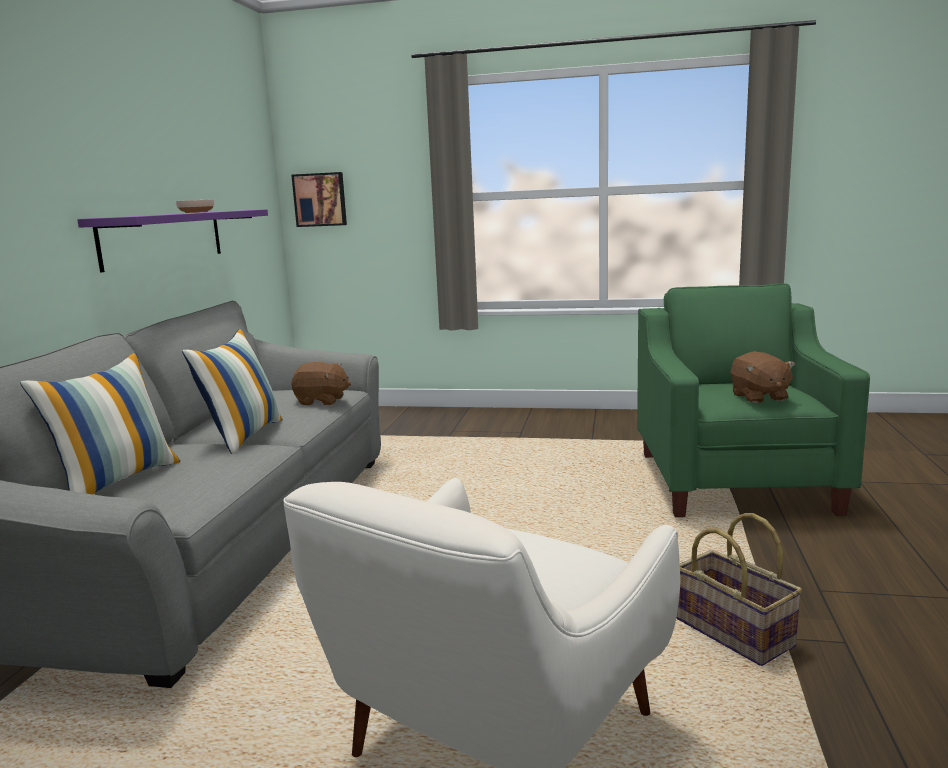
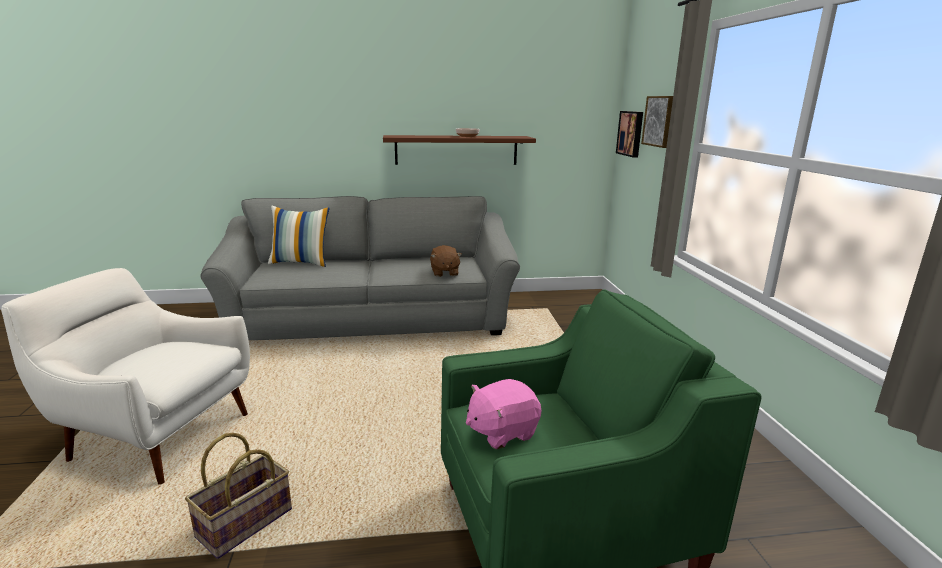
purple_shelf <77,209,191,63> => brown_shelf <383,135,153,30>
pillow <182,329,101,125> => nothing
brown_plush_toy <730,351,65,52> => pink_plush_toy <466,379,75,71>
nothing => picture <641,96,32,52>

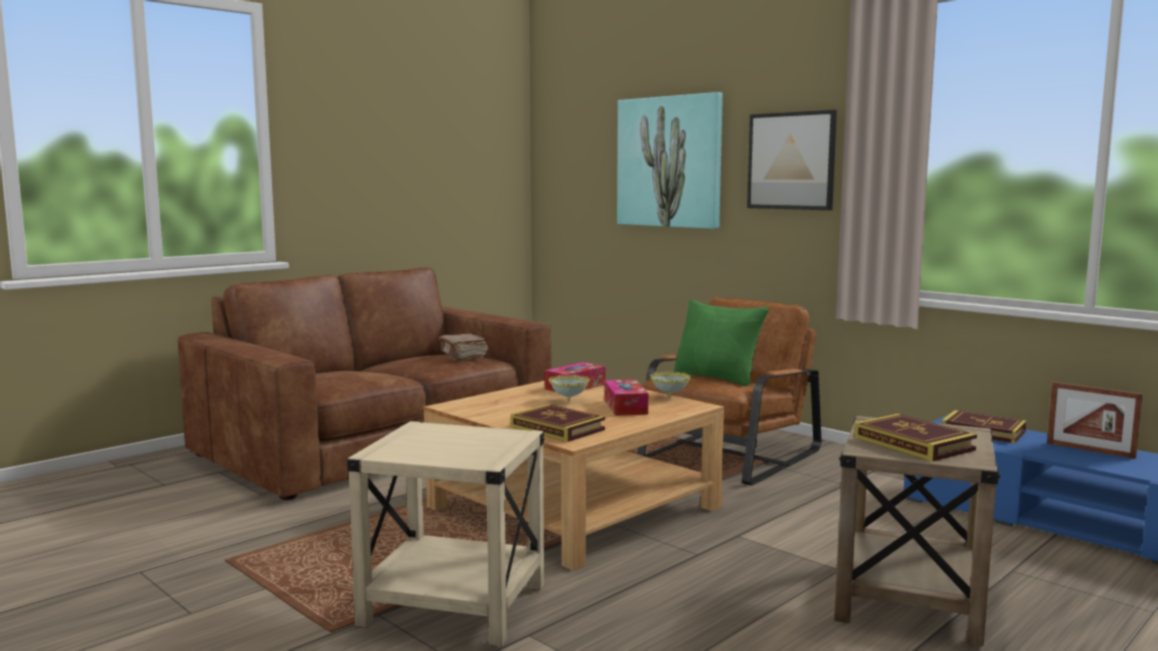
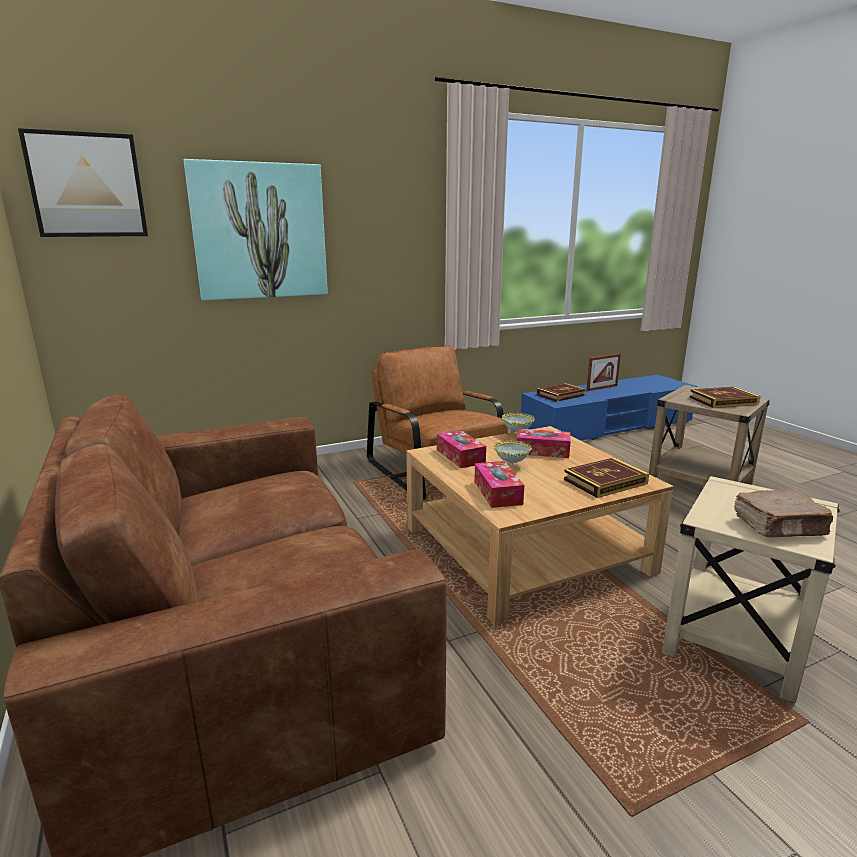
brown_book <439,334,49,26> => brown_book <734,488,99,49>, shifted
green_pillow <674,299,95,87> => nothing
picture <747,110,90,100> => picture <18,128,130,109>, shifted
nothing => tissue_box <474,461,50,47>

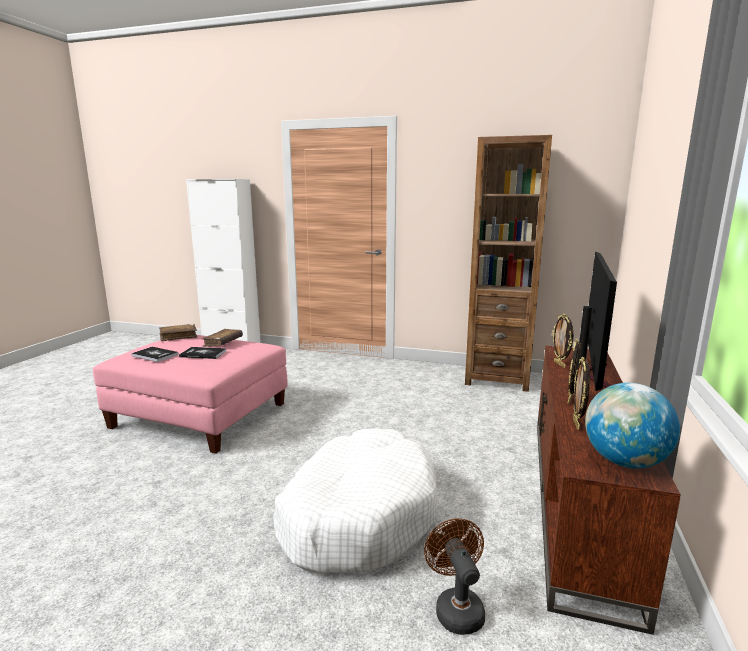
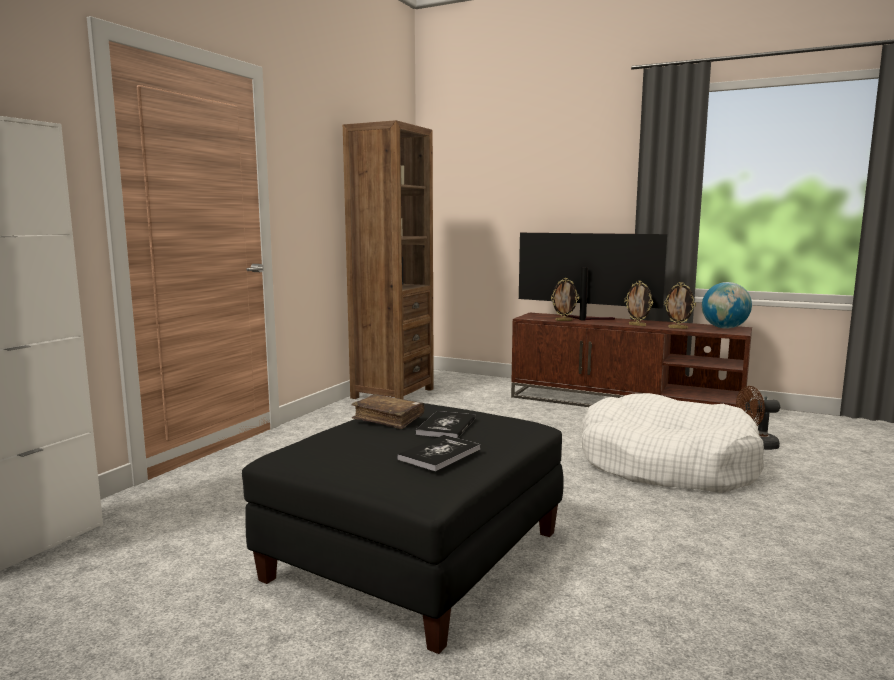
pink_ottoman <93,335,194,119> => black_ottoman <242,403,322,251>
brown_book <159,324,38,17> => nothing

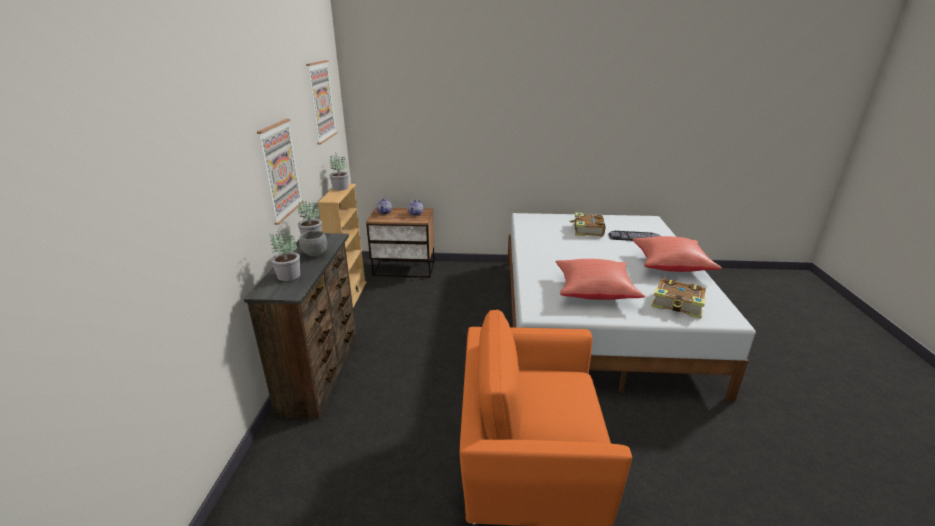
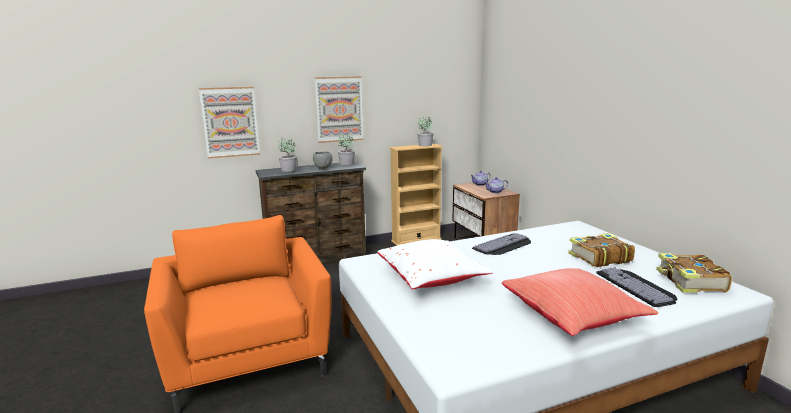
picture <306,60,31,84> => picture <199,87,61,72>, shifted
red_pillow <556,259,89,41> => white_pillow <377,239,116,50>
book <651,278,55,40> => book <656,253,76,40>, shifted
nothing => keyboard <472,233,59,22>

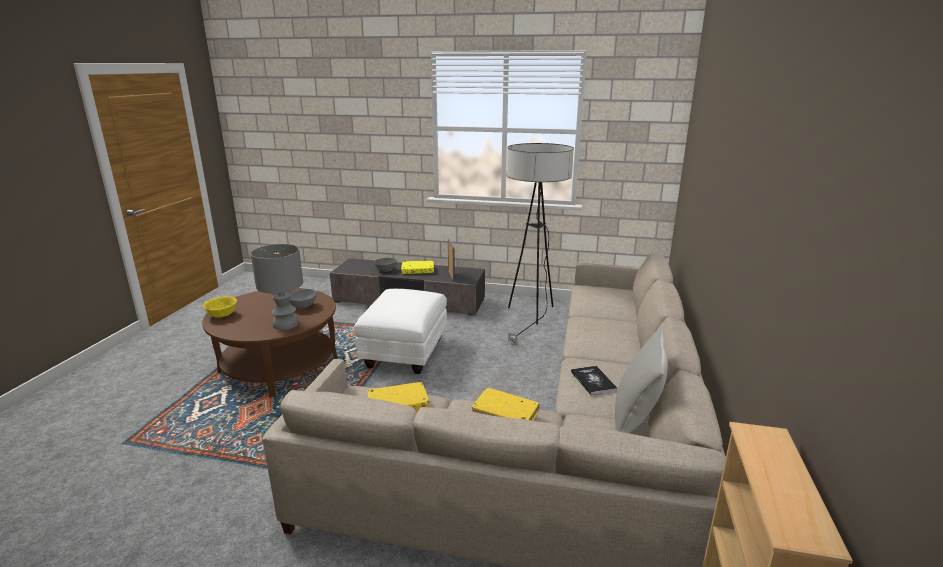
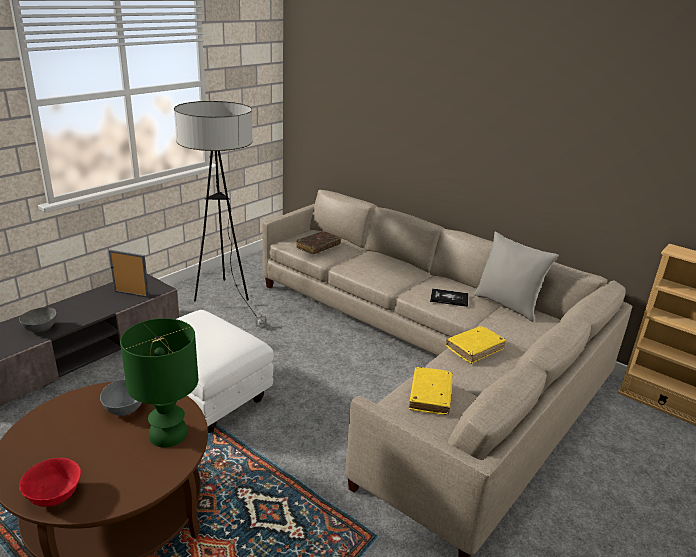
yellow_bowl <203,296,34,22> => red_bowl <20,458,61,49>
grey_table_lamp <251,244,52,86> => green_table_lamp <120,318,78,130>
yellow_book <401,261,33,13> => nothing
nothing => brown_book <296,231,45,23>

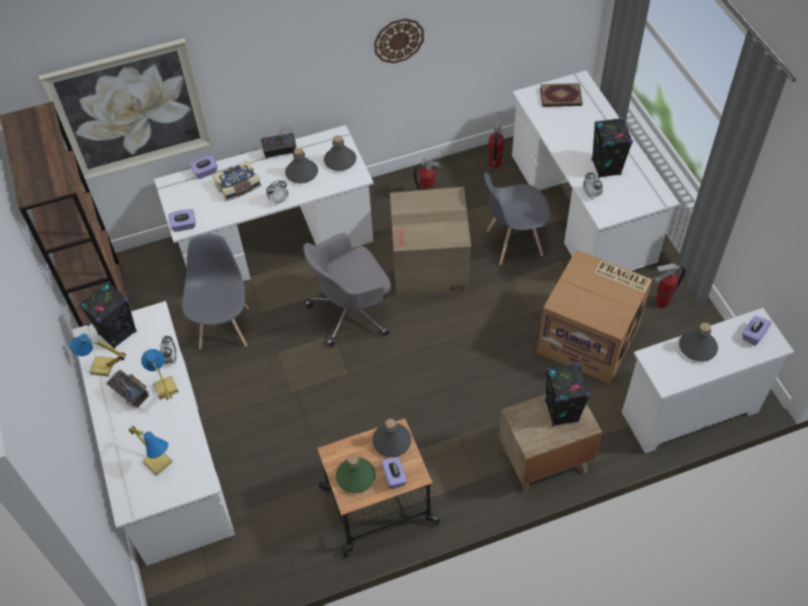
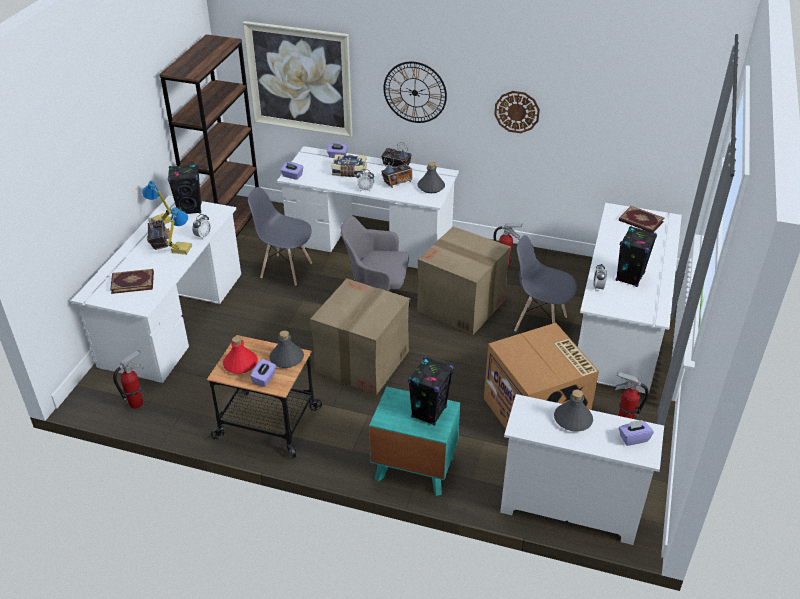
table_lamp <128,426,45,50> => book <110,269,44,25>
grey_chair <182,234,67,115> => grey_chair <248,187,64,98>, 105 degrees counterclockwise
grey_bottle <285,148,33,36> => radio <381,155,31,33>
green_bottle <336,454,40,40> => red_bottle <223,336,35,38>
fire_extinguisher <488,112,16,56> => fire_extinguisher <113,350,31,59>, shifted
brown_nightstand <499,395,103,100> => turquoise_nightstand <369,387,91,109>
nothing => cardboard_box <310,279,99,116>
nothing => wall_clock <384,62,63,61>

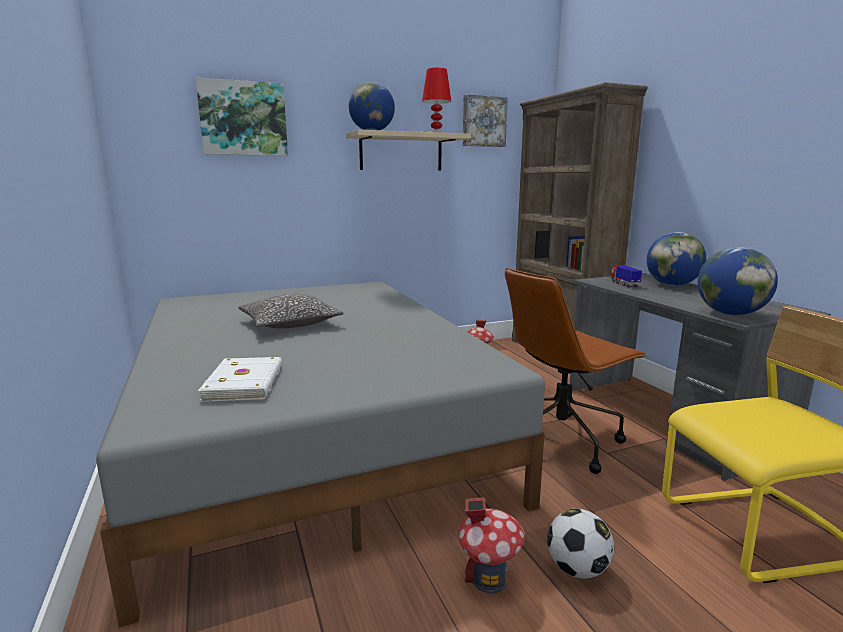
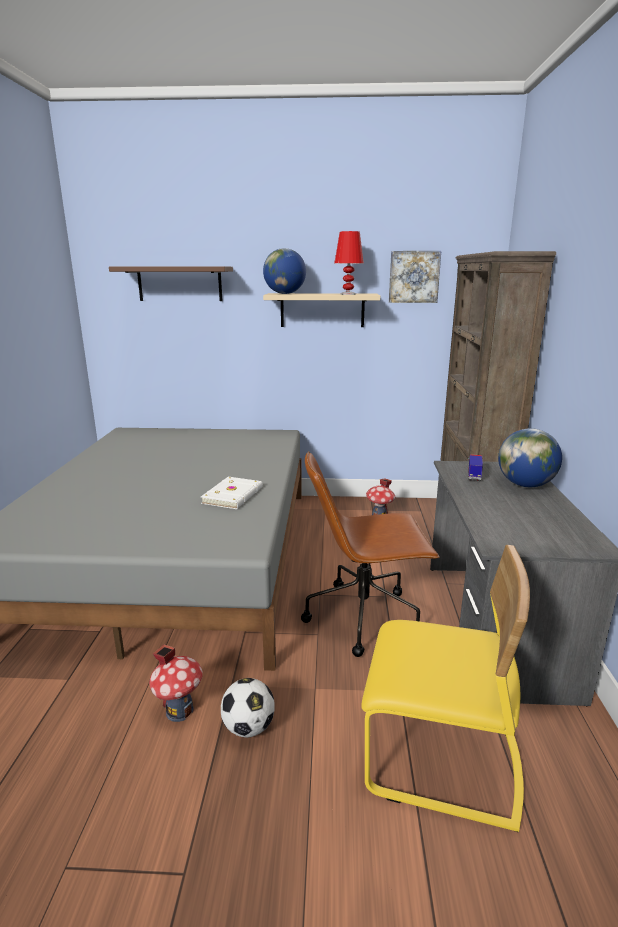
picture <196,77,92,79> => brown_shelf <109,266,124,35>
white_book <198,357,84,45> => white_book <201,477,62,32>, shifted
pillow <238,294,106,35> => nothing
globe <698,247,80,68> => nothing

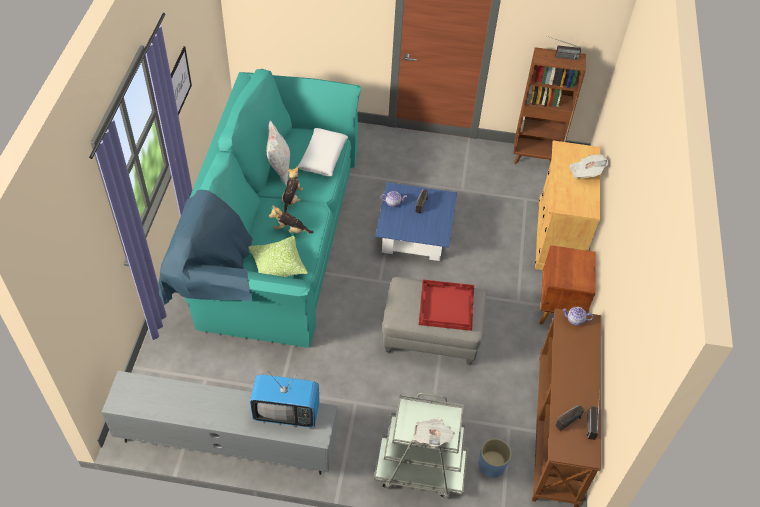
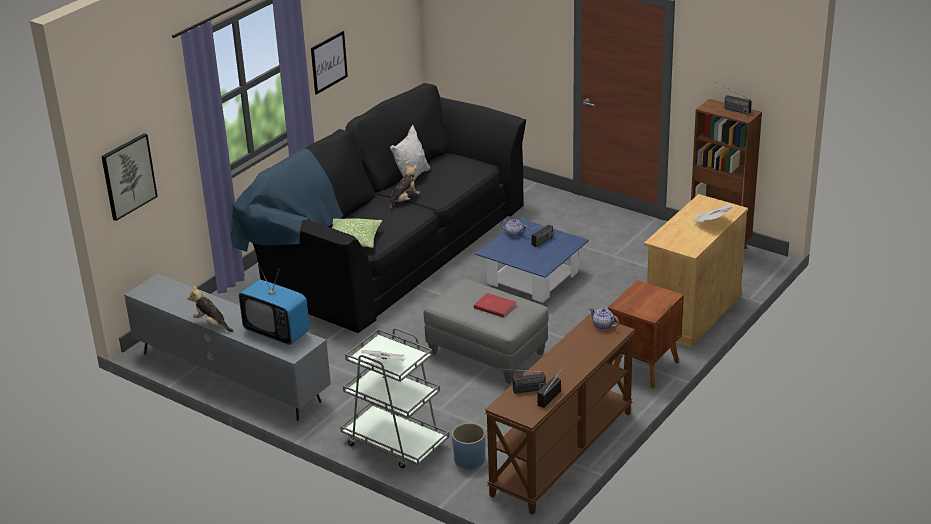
turquoise_sofa <158,69,203,279> => black_sofa <230,83,296,250>
plush_toy <269,205,45,28> => plush_toy <187,286,47,46>, shifted
white_pillow <297,128,51,49> => nothing
red_tray <419,280,55,51> => red_book <474,293,43,25>
nothing => picture <101,133,57,88>

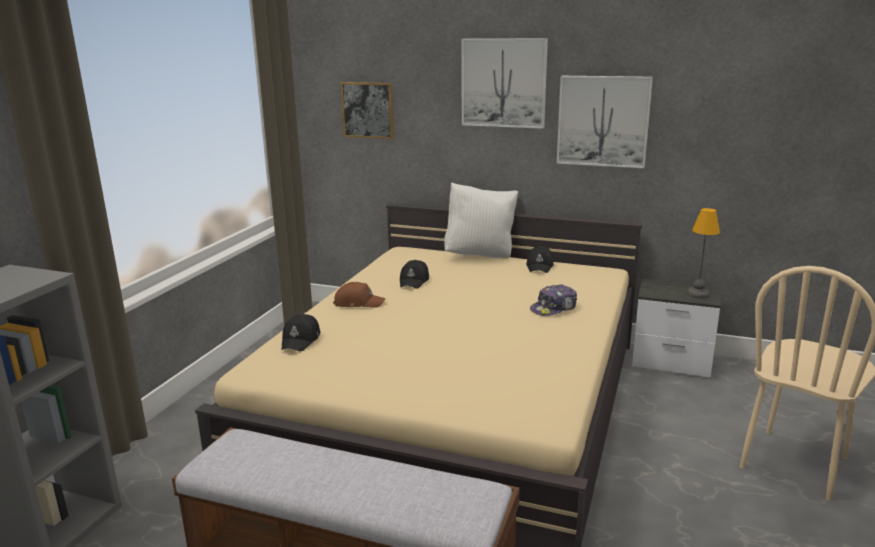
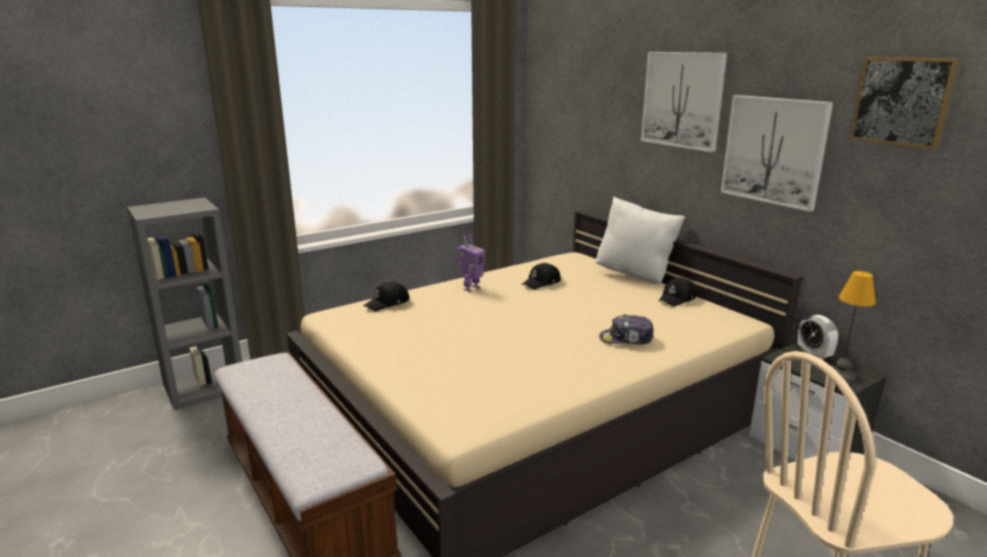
brown_cap <333,282,53,26> => toy_robot <457,234,28,58>
picture <341,82,53,57> => picture <849,57,110,92>, shifted
nothing => alarm_clock <797,315,41,44>

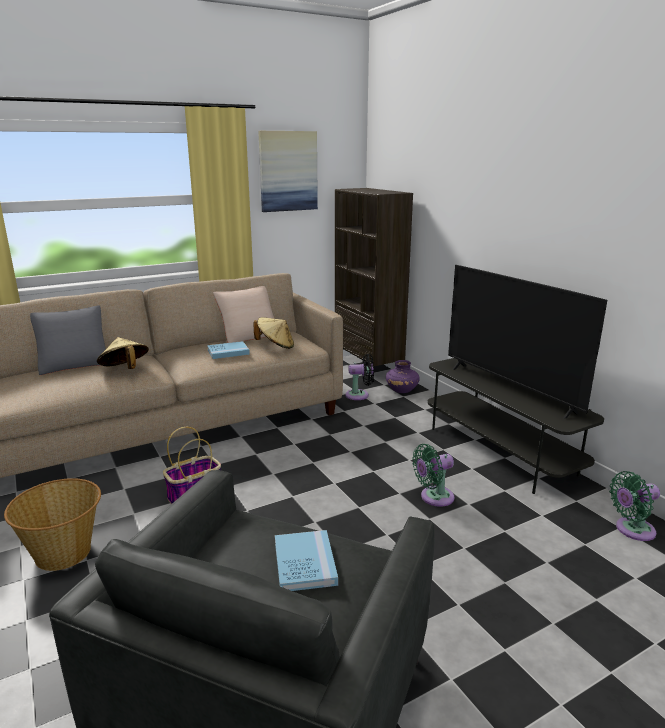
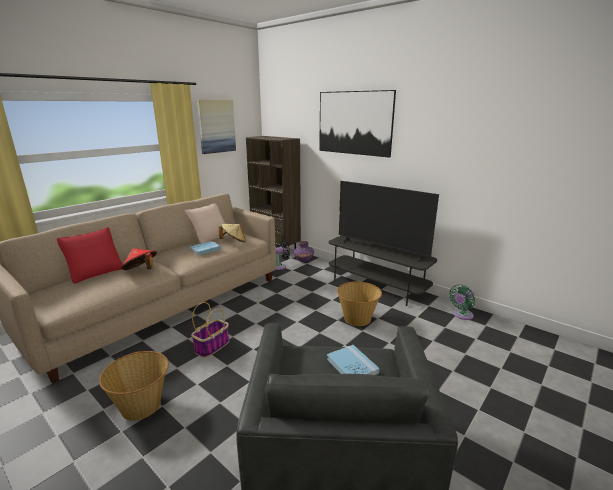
grey_pillow <30,305,76,70> => red_pillow <57,227,66,57>
beige_hat <97,337,52,32> => red_hat <121,248,36,22>
green_fan <412,444,42,63> => basket <337,281,45,45>
nothing => picture <319,90,77,68>

